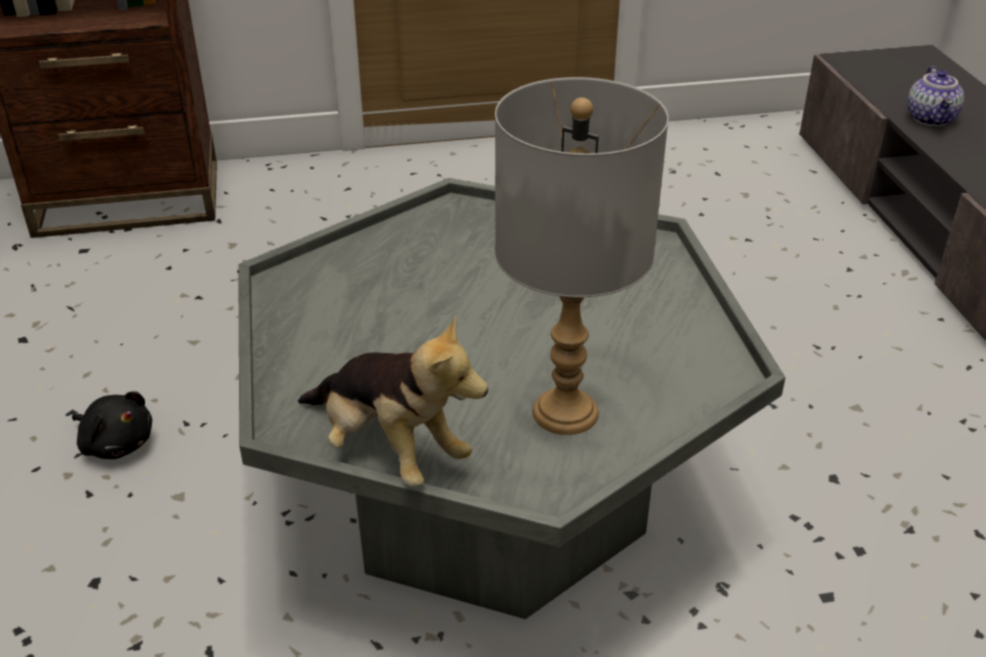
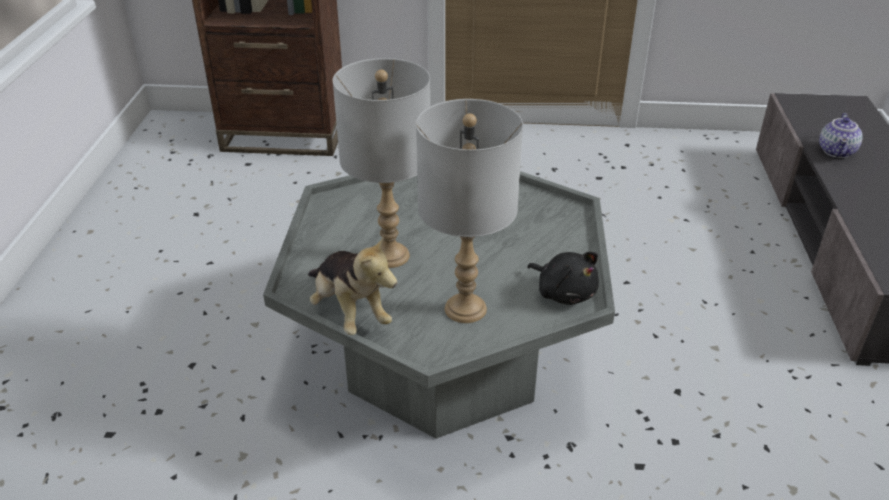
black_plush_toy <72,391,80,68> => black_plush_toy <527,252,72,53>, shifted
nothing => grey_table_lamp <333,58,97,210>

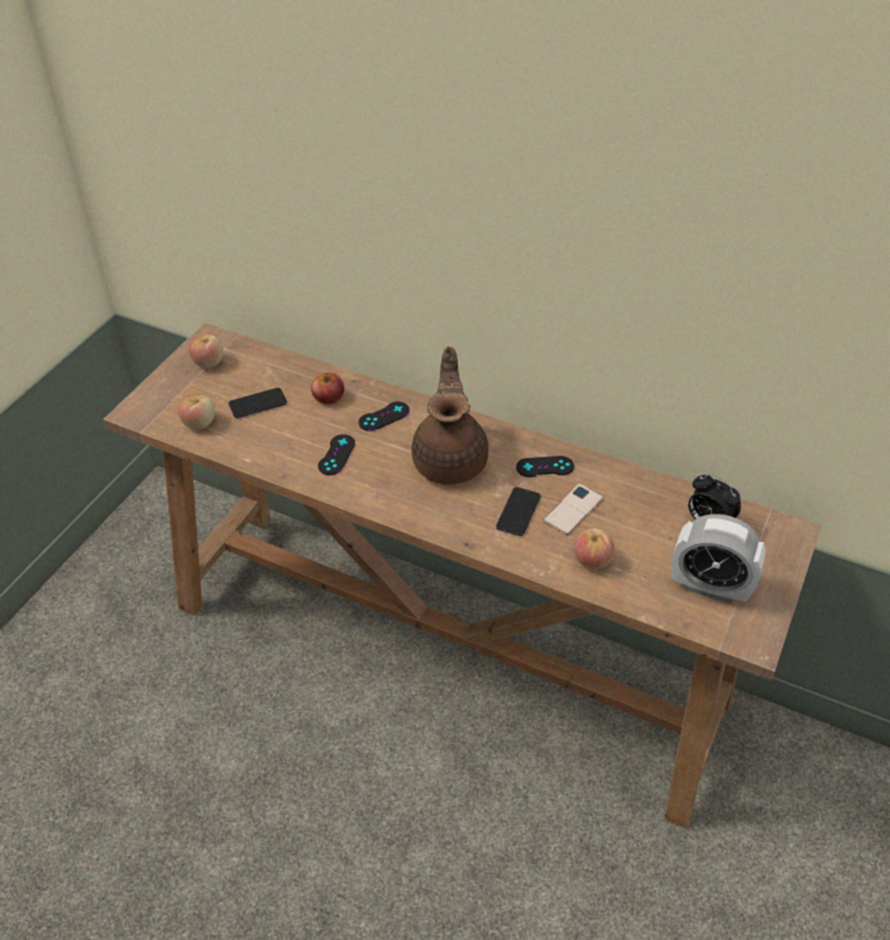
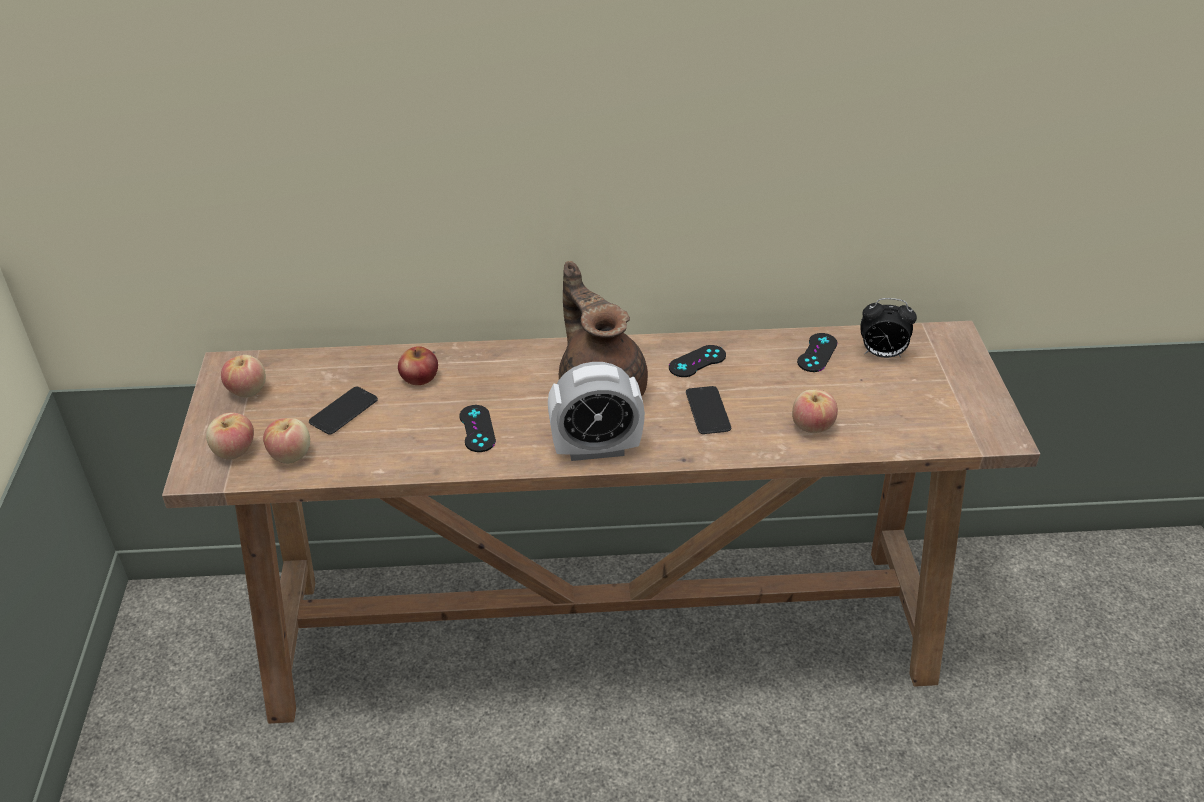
black_game_controller <358,401,52,30> => black_game_controller <797,333,40,39>, shifted
phone <543,484,60,51> => nothing
alarm_clock <671,514,95,90> => alarm_clock <548,362,97,99>, shifted
nothing => apple <206,413,48,47>

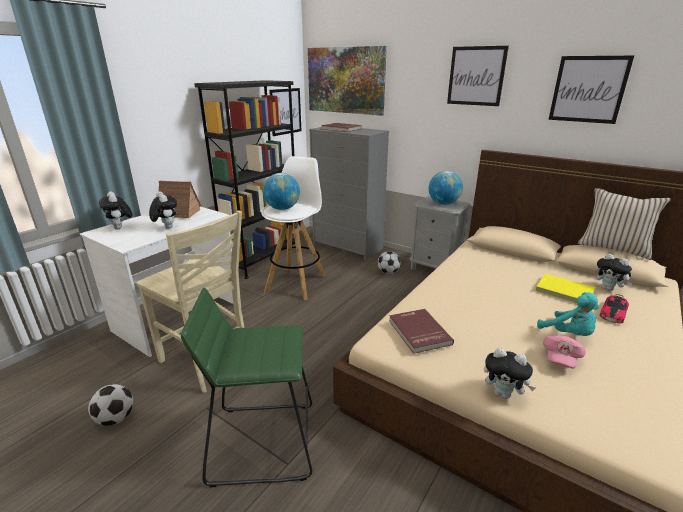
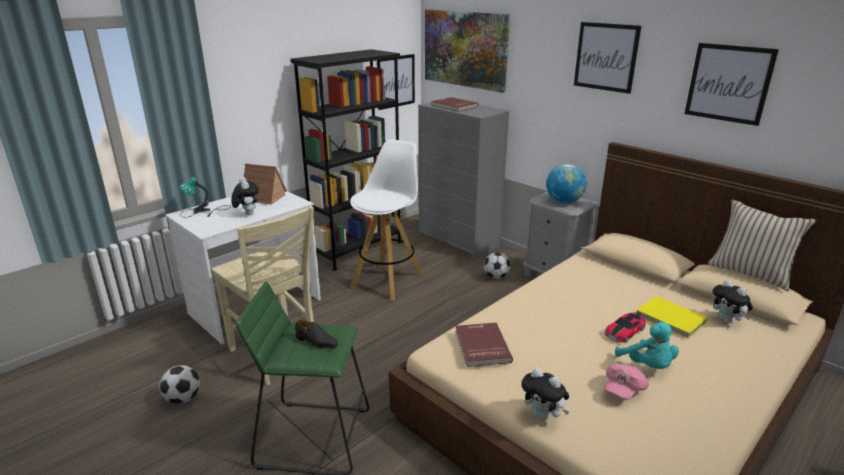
plush_toy <99,191,33,39> => table_lamp <179,177,52,41>
globe <263,173,37,37> => nothing
toy_car <599,294,30,29> => toy_car <605,312,40,31>, shifted
nothing => black_shoe <295,319,43,29>

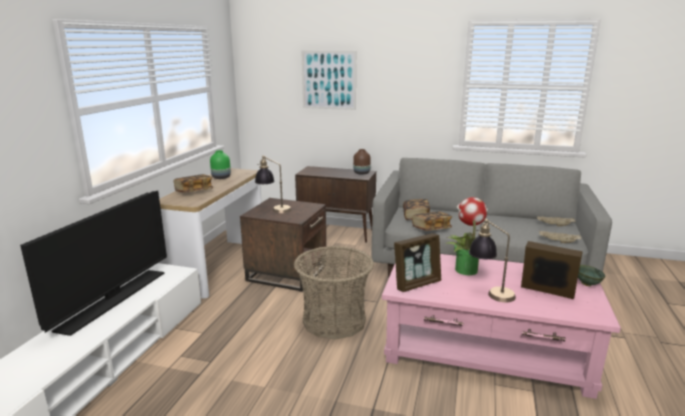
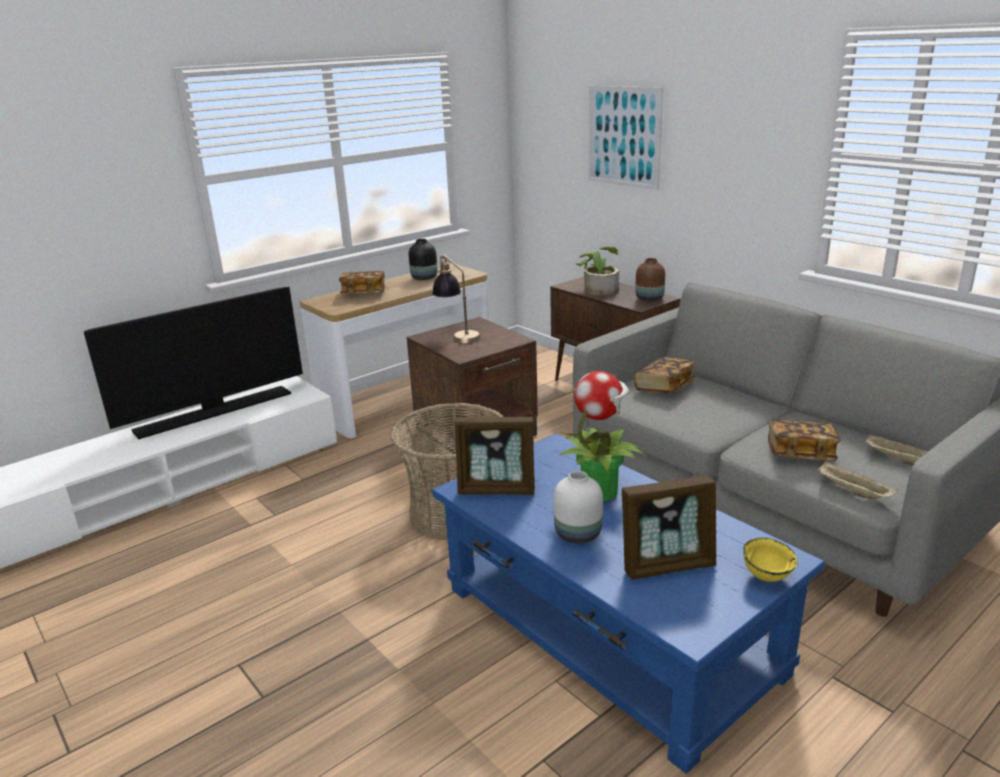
green_vase <210,150,21,29> => black_vase <409,239,28,41>
pink_coffee_table <382,254,239,145> => blue_coffee_table <432,434,393,340>
book <412,211,40,20> => book <768,420,73,41>, shifted
table_lamp <469,219,47,83> => white_vase <554,471,49,72>
picture_frame <521,241,61,58> => picture_frame <622,475,95,105>, 105 degrees clockwise
green_bowl <578,265,27,21> => yellow_bowl <743,537,55,45>
nothing => potted_plant <576,247,43,49>

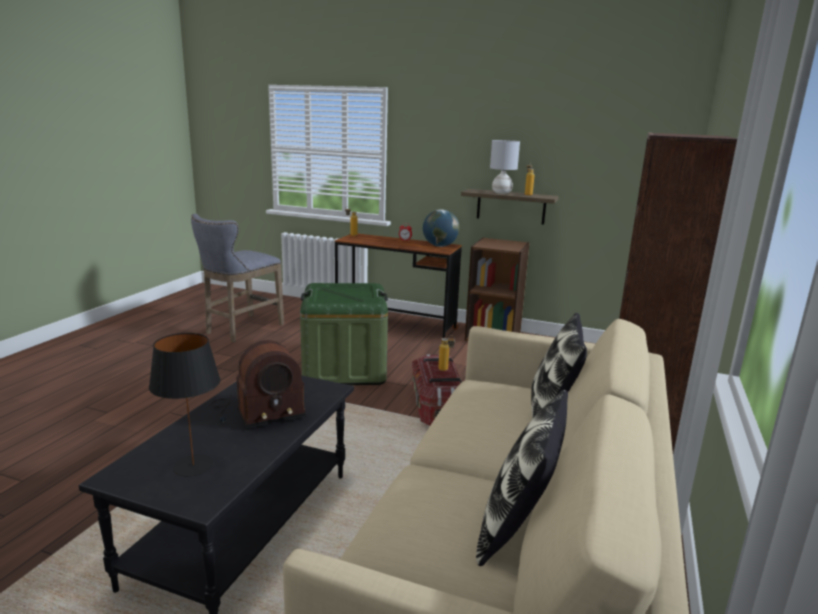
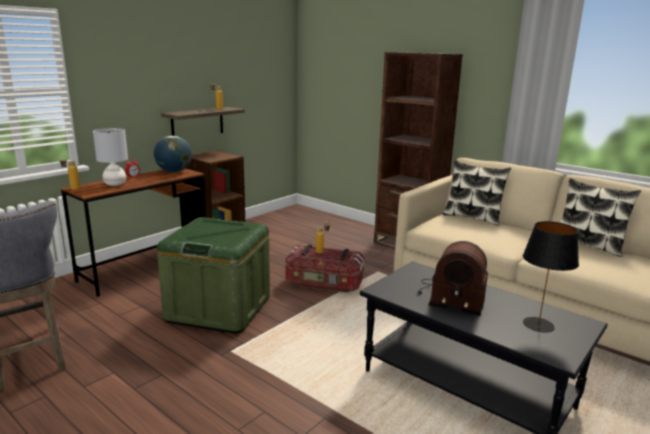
radio <211,340,95,89> => radio <417,241,71,75>, 120 degrees clockwise
grey_table_lamp <490,140,30,54> => grey_table_lamp <93,128,35,58>, shifted

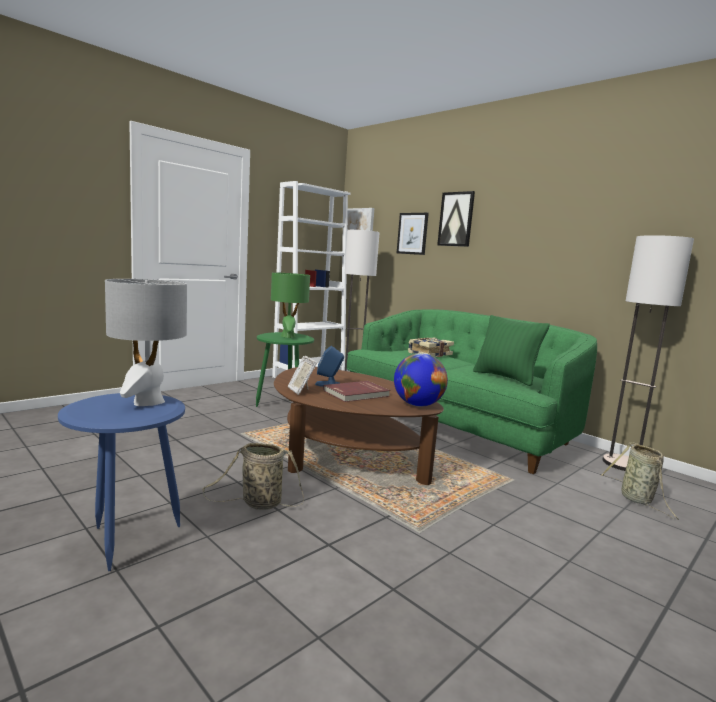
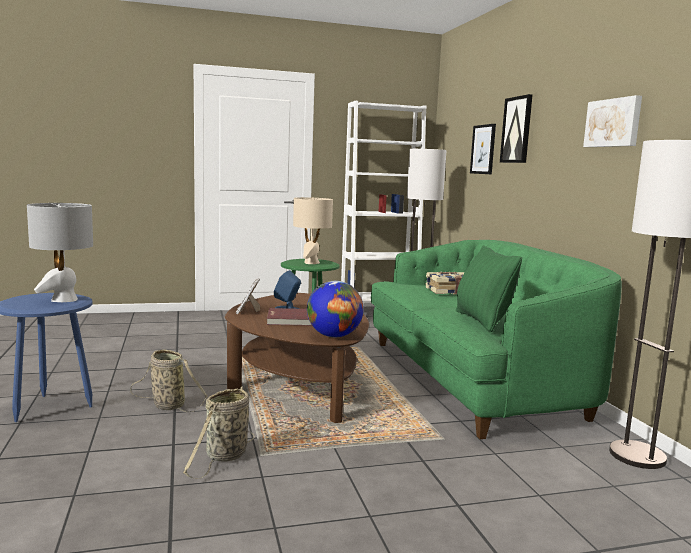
green_table_lamp <271,272,39,66> => beige_table_lamp <293,197,40,67>
picture <347,208,27,23> => picture <583,95,59,52>, shifted
basket <601,442,78,78> => basket <183,387,72,92>, shifted

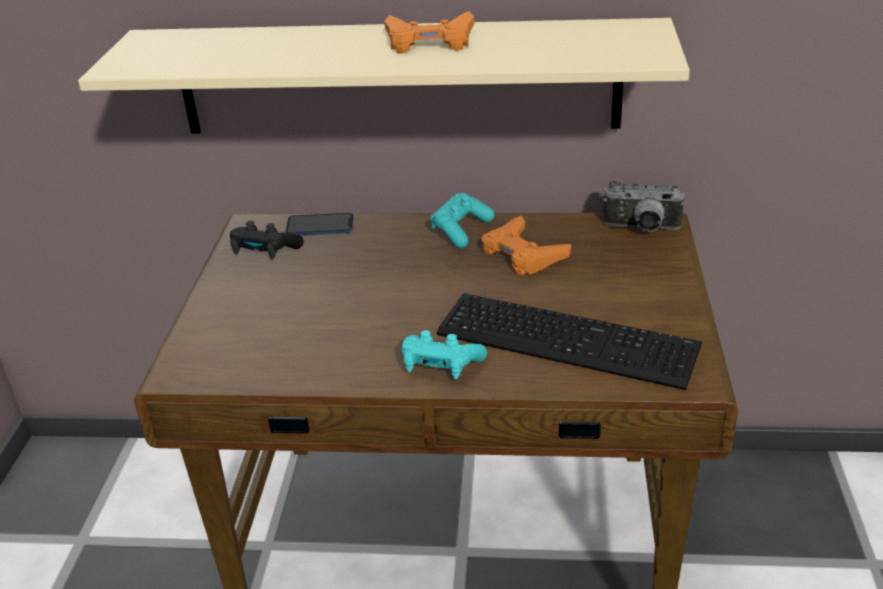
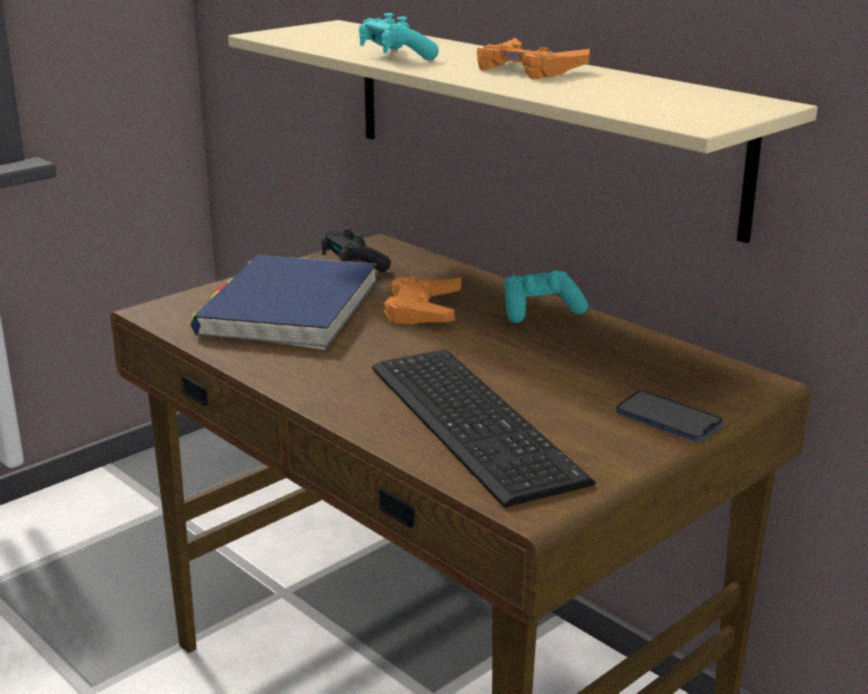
phone <286,213,68,22> => phone <616,391,107,51>, shifted
turquoise_game_controller <402,330,85,49> => turquoise_game_controller <359,13,80,48>, shifted
orange_game_controller <481,216,90,60> => orange_game_controller <384,277,77,47>, shifted
photo_camera <603,181,82,51> => nothing
nothing => blue_book <191,255,186,95>

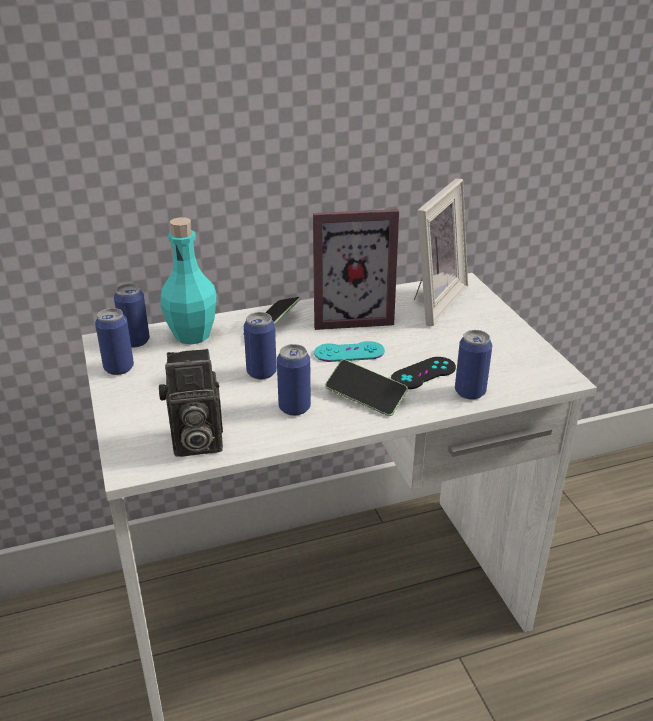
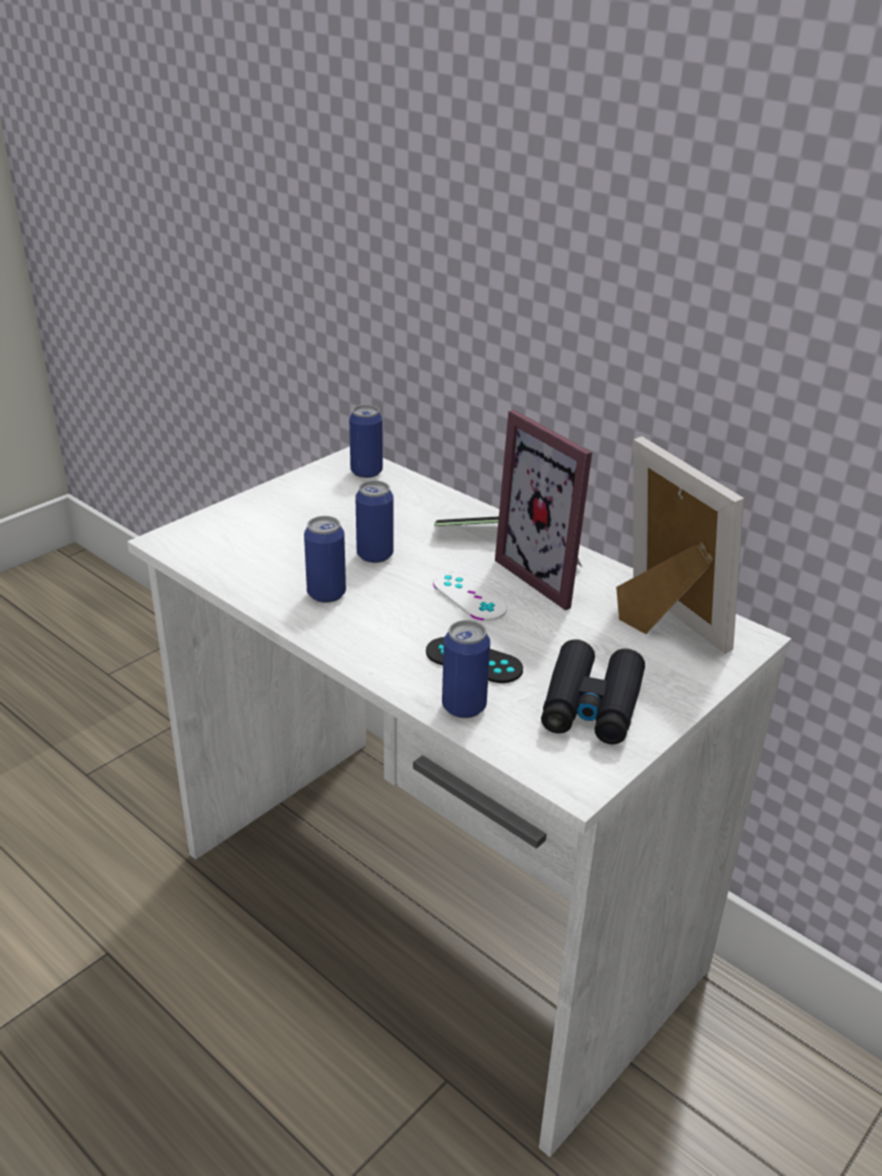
can <95,308,39,67> => nothing
photo_camera <159,349,64,108> => nothing
turquoise_bottle <160,217,56,128> => nothing
turquoise_game_controller <314,341,71,21> => white_game_controller <433,571,74,50>
phone <325,359,83,57> => nothing
picture_frame <414,178,54,148> => picture_frame <616,436,128,218>, 120 degrees counterclockwise
nothing => black_binoculars <541,639,104,106>

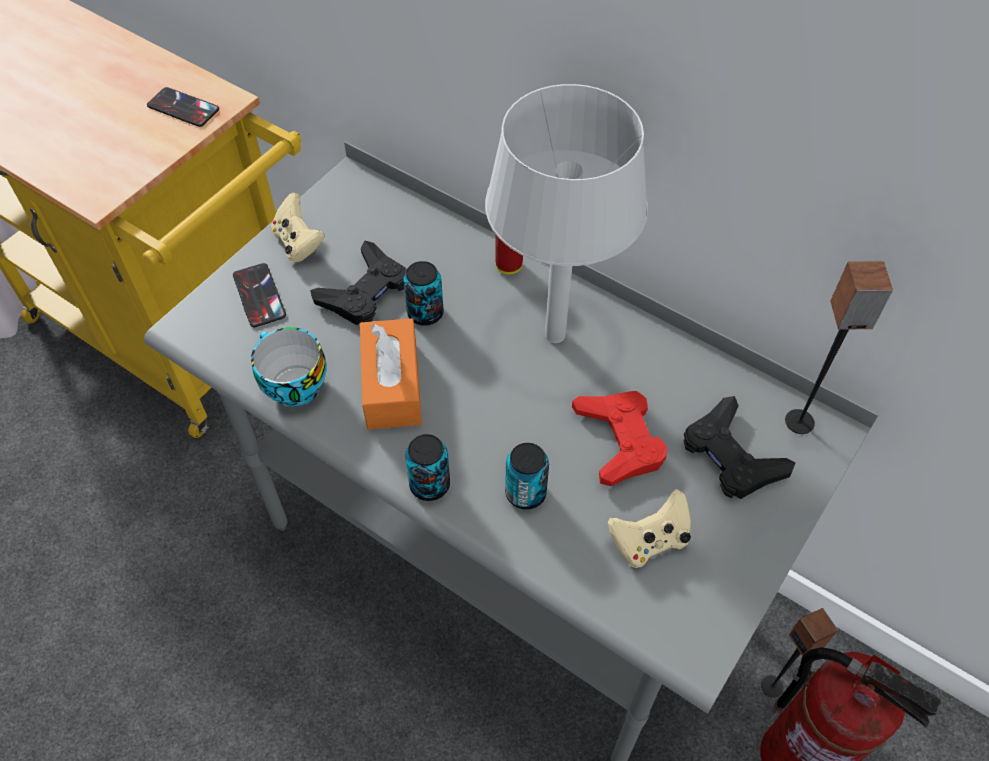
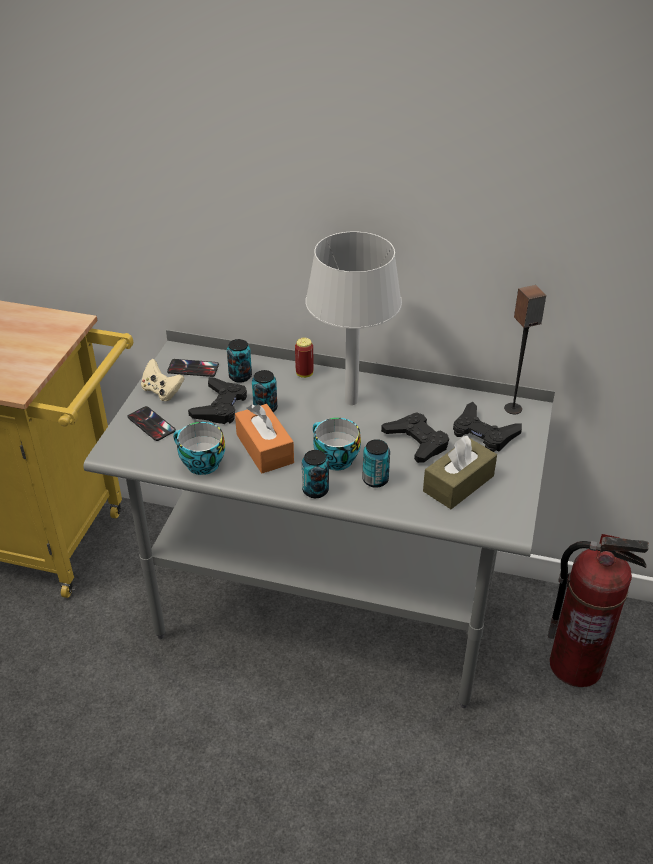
phone <147,87,72,40> => phone <167,359,52,18>, shifted
red_game_controller <572,391,95,95> => black_game_controller <381,412,68,51>
beige_game_controller <607,489,84,79> => brown_tissue_box <423,436,74,73>
speaker <761,608,77,90> => nothing
nothing => can <227,339,25,44>
nothing => cup <313,418,48,52>

